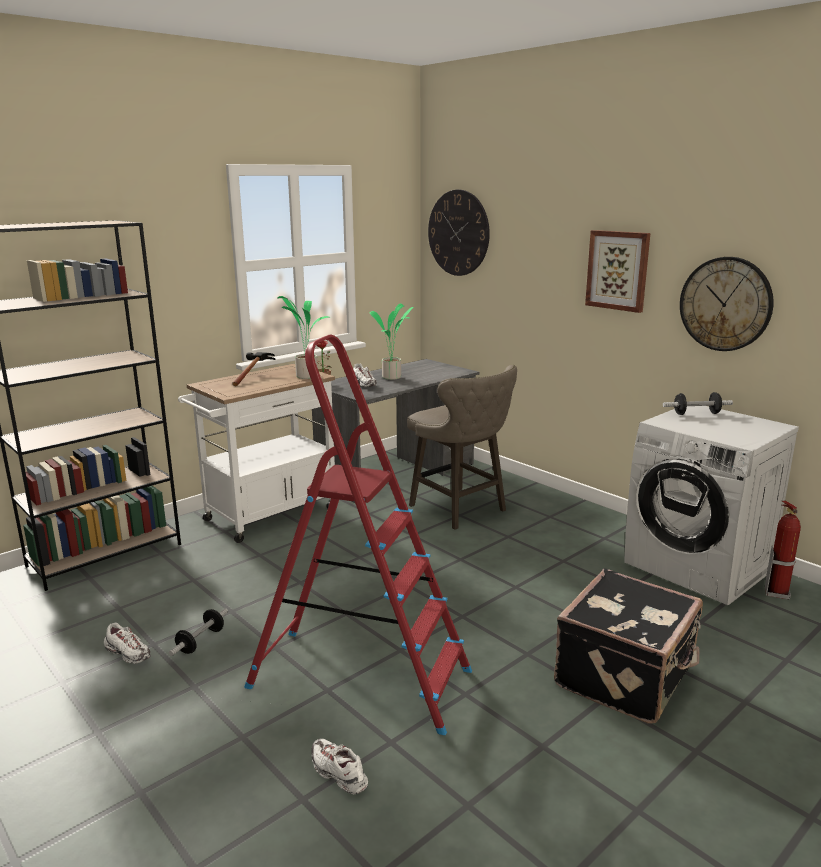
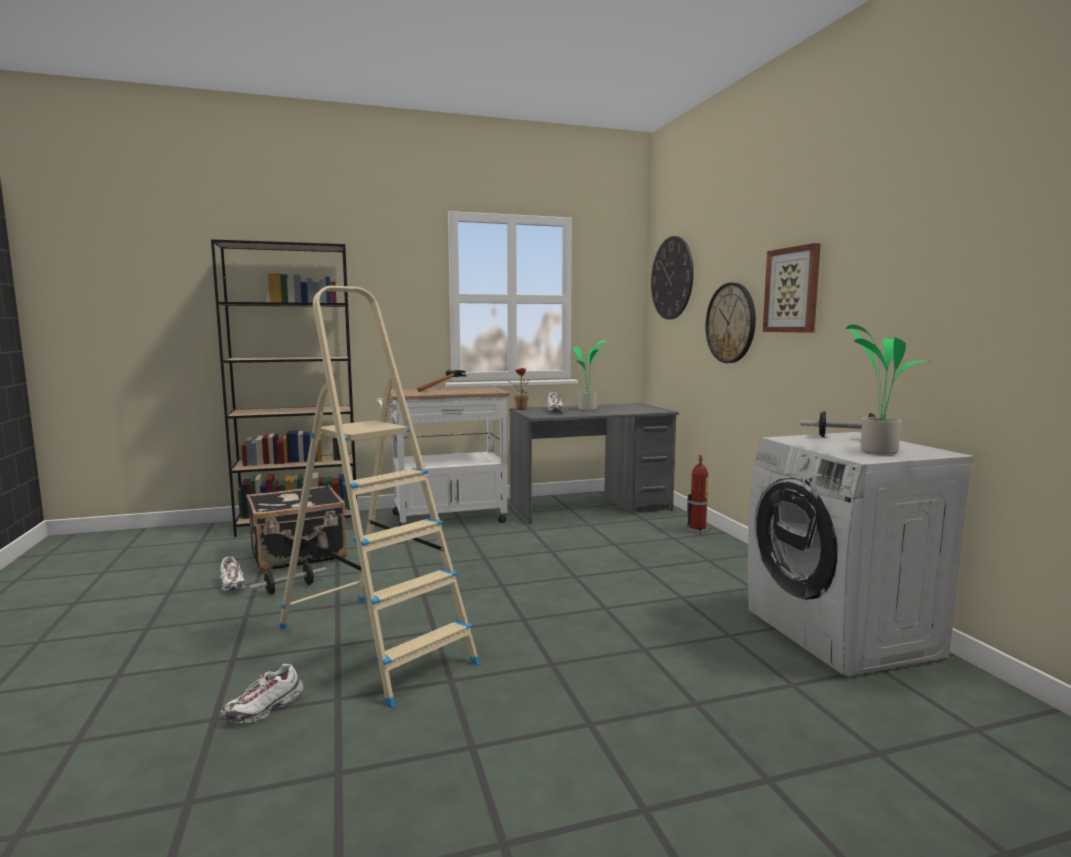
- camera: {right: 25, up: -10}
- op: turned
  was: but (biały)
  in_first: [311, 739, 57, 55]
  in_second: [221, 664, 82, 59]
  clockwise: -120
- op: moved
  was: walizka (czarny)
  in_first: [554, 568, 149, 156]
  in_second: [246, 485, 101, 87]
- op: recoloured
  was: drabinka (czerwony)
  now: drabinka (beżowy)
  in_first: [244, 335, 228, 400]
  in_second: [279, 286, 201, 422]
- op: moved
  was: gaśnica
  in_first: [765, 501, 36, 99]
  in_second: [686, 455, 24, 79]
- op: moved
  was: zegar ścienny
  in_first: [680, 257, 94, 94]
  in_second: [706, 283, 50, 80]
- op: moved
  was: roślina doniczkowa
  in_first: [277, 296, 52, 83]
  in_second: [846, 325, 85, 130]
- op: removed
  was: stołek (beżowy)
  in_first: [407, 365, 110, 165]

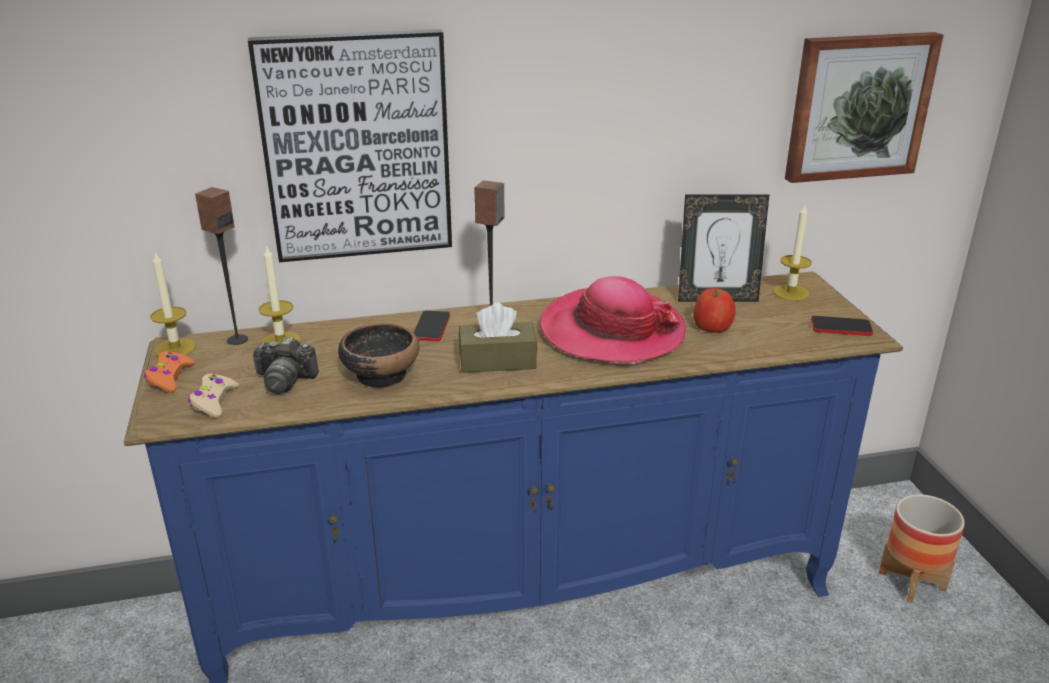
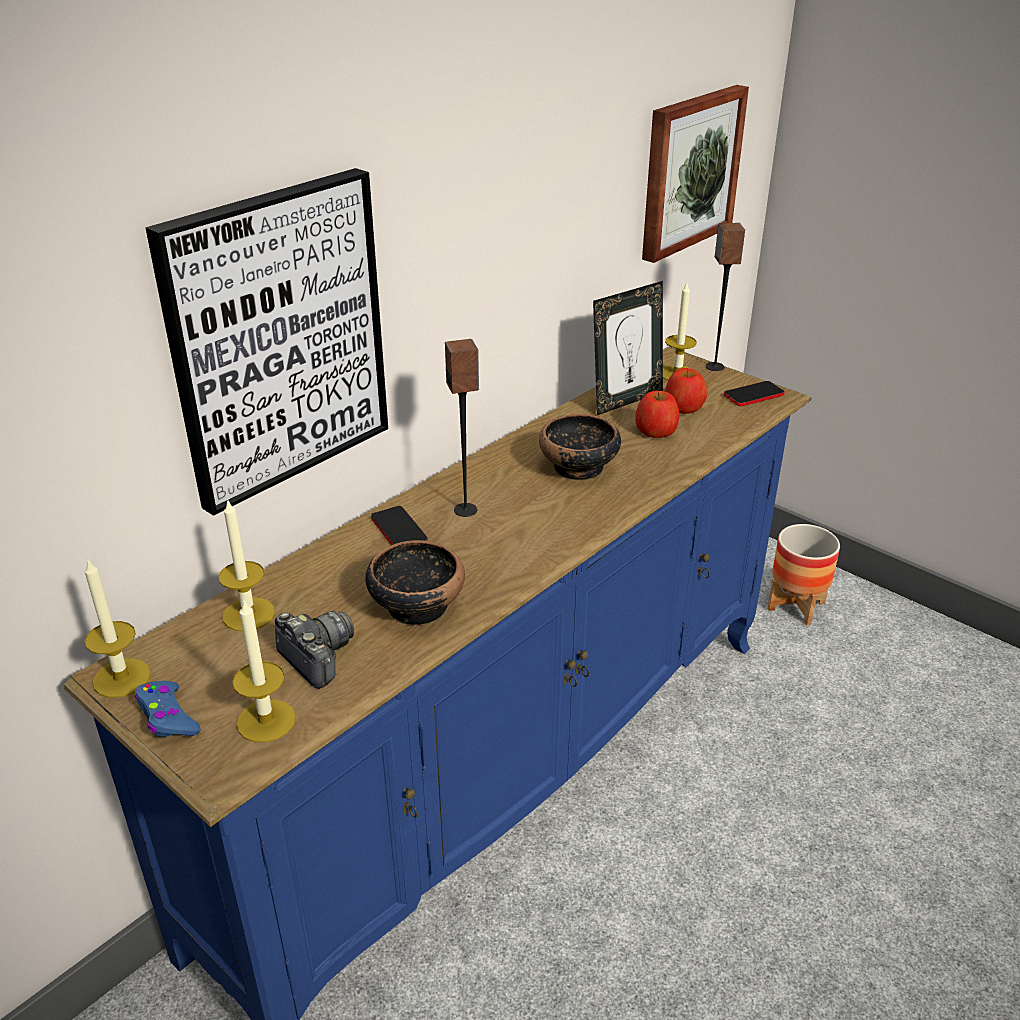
- camera: {right: -35, up: 5}
- op: recoloured
  was: pad do gier (pomarańczowy)
  now: pad do gier (niebieski)
  in_first: [144, 351, 51, 42]
  in_second: [135, 681, 65, 56]
- op: replaced
  was: pad do gier (beżowy)
  now: świeca
  in_first: [188, 373, 51, 45]
  in_second: [233, 598, 63, 144]
- op: turned
  was: aparat fotograficzny
  in_first: [252, 337, 67, 57]
  in_second: [275, 611, 79, 78]
  clockwise: -105
- op: replaced
  was: kapelusz
  now: miska
  in_first: [540, 276, 146, 88]
  in_second: [539, 414, 82, 66]
- op: added
  now: jabłko
  in_second: [665, 368, 43, 46]
- op: moved
  was: głośnik
  in_first: [195, 187, 53, 158]
  in_second: [706, 223, 39, 148]
- op: removed
  was: pudełko chusteczek (brązowy)
  in_first: [459, 303, 78, 70]

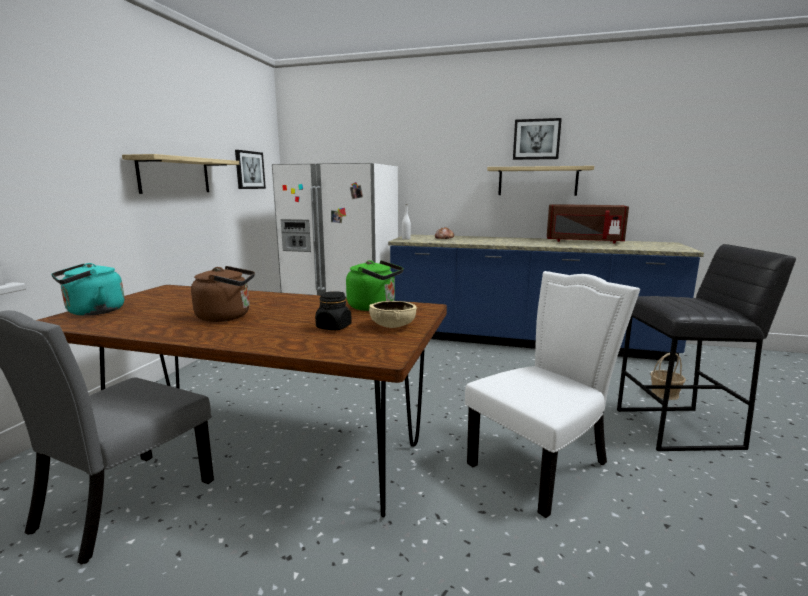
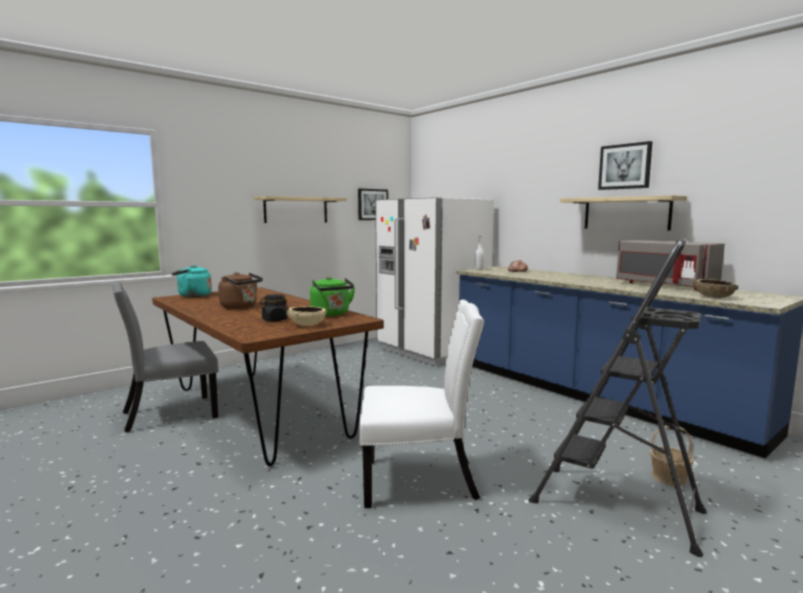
- camera: {right: 35, up: -5}
- op: replaced
  was: stołek (szary)
  now: drabinka
  in_first: [617, 244, 179, 207]
  in_second: [529, 239, 178, 318]
- op: recoloured
  was: mikrofalówka (brązowy)
  now: mikrofalówka (szary)
  in_first: [547, 204, 82, 40]
  in_second: [616, 240, 109, 50]
- op: added
  now: miska (brązowy)
  in_second: [693, 279, 46, 19]

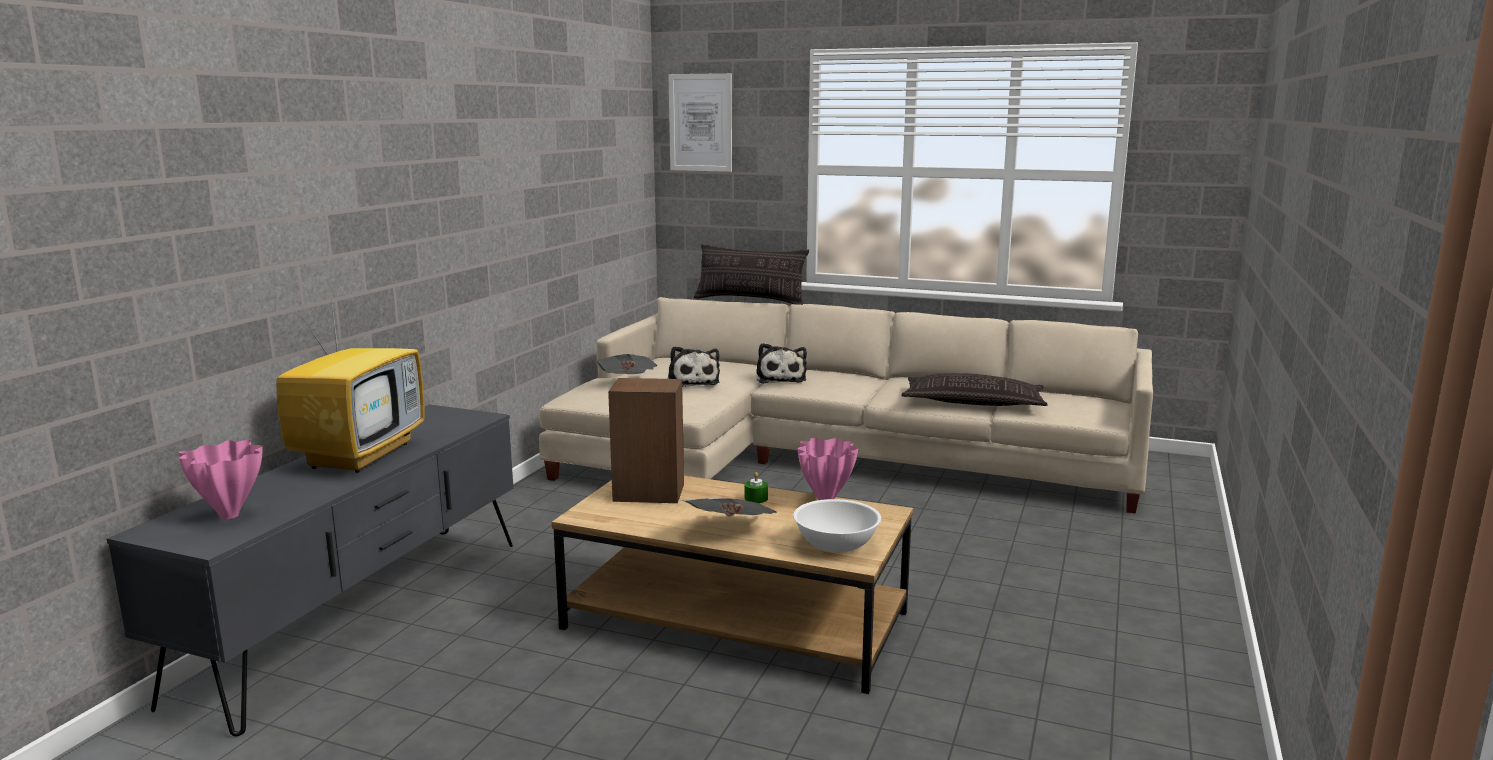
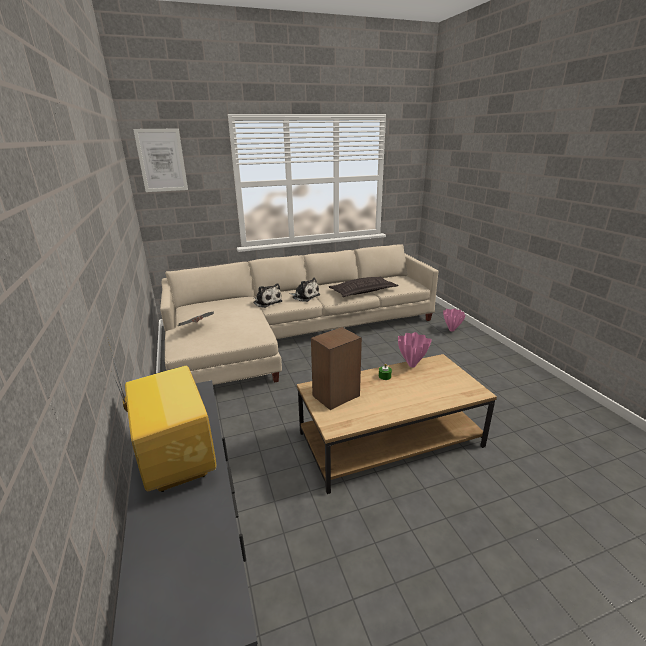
- camera: {right: -40, up: 10}
- op: moved
  was: pluszak
  in_first: [668, 346, 52, 41]
  in_second: [289, 278, 31, 24]
- op: moved
  was: wazon (różowy)
  in_first: [179, 440, 84, 79]
  in_second: [443, 309, 22, 23]
- op: removed
  was: gazeta
  in_first: [681, 498, 96, 19]
- op: removed
  was: poduszka
  in_first: [694, 244, 115, 61]
- op: removed
  was: miska (biały)
  in_first: [794, 499, 87, 53]

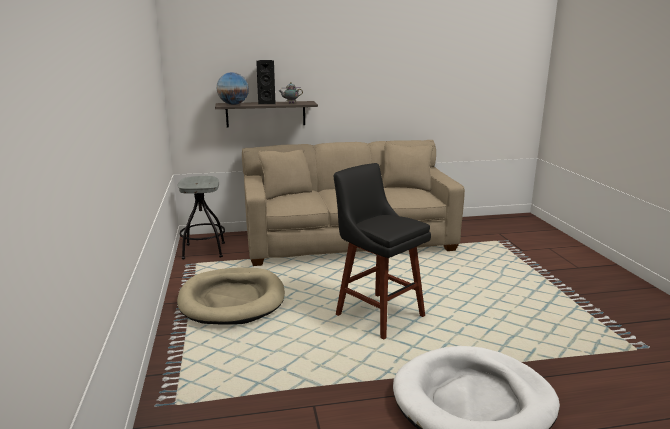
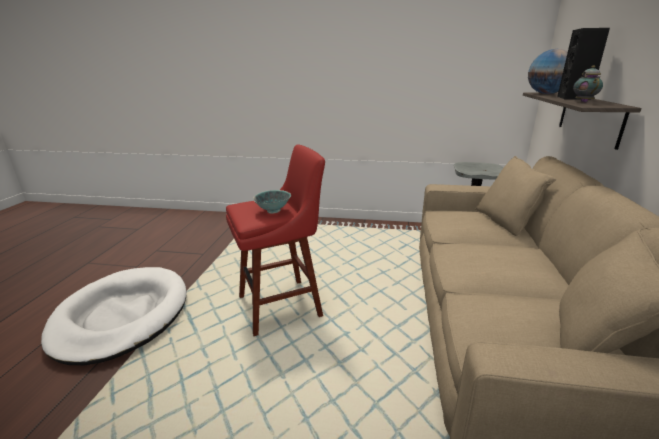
- camera: {right: 110, up: 5}
- op: recoloured
  was: stołek (czarny)
  now: stołek (czerwony)
  in_first: [334, 163, 97, 177]
  in_second: [226, 144, 99, 192]
- op: added
  now: miska
  in_second: [253, 190, 38, 24]
- op: removed
  was: legowisko (beżowy)
  in_first: [177, 267, 108, 58]

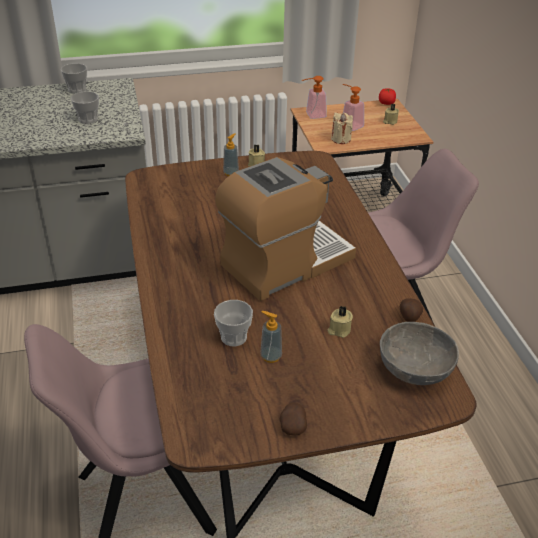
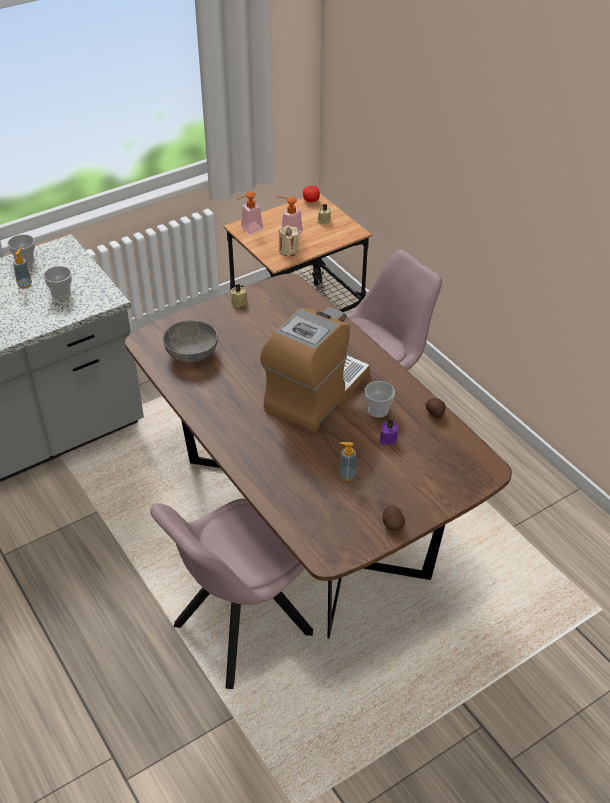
- camera: {right: -20, up: 5}
- op: moved
  was: dozownik mydła
  in_first: [223, 133, 16, 43]
  in_second: [13, 248, 19, 40]
- op: moved
  was: miska (szary)
  in_first: [380, 322, 79, 63]
  in_second: [162, 320, 56, 42]
- op: moved
  was: filiżanka
  in_first: [214, 300, 39, 46]
  in_second: [365, 381, 30, 37]
- op: recoloured
  was: świeca (beżowy)
  now: świeca (fioletowy)
  in_first: [327, 306, 26, 32]
  in_second: [379, 420, 20, 25]

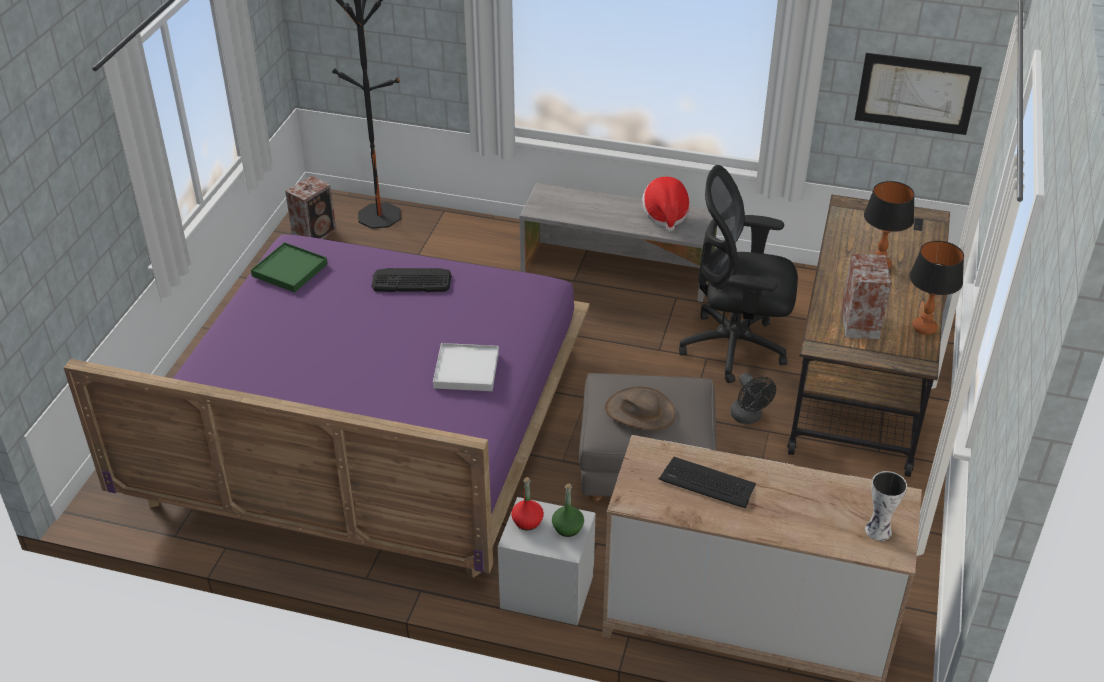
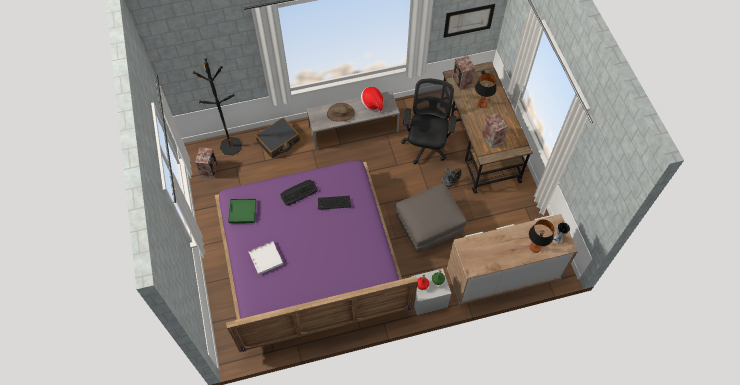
- camera: {right: -30, up: 20}
- op: moved
  was: taca (biały)
  in_first: [433, 343, 66, 48]
  in_second: [248, 241, 35, 34]
- op: added
  now: walizka (czarny)
  in_second: [255, 118, 45, 40]
- op: moved
  was: klawiatura
  in_first: [659, 457, 97, 51]
  in_second: [318, 196, 33, 14]
- op: moved
  was: kapelusz (brązowy)
  in_first: [605, 387, 70, 43]
  in_second: [327, 103, 28, 19]
- op: turned
  was: krzesło biurowe (czarny)
  in_first: [679, 165, 119, 218]
  in_second: [401, 79, 55, 85]
  clockwise: 120
- op: added
  now: głośnik
  in_second: [452, 55, 23, 35]
- op: moved
  was: lampa stołowa
  in_first: [909, 241, 55, 94]
  in_second: [529, 220, 25, 33]

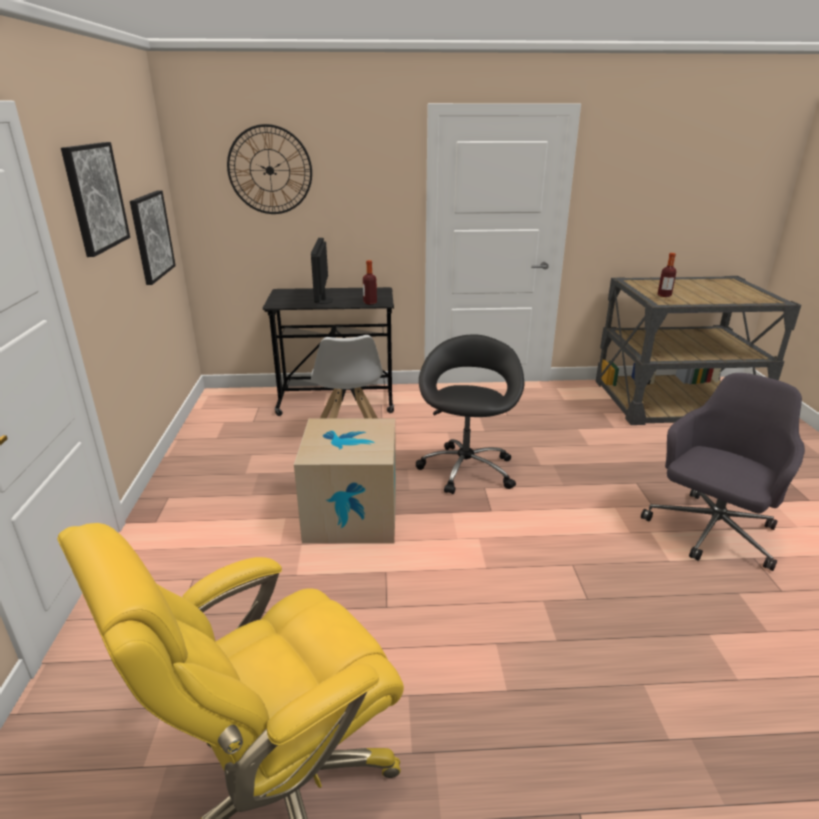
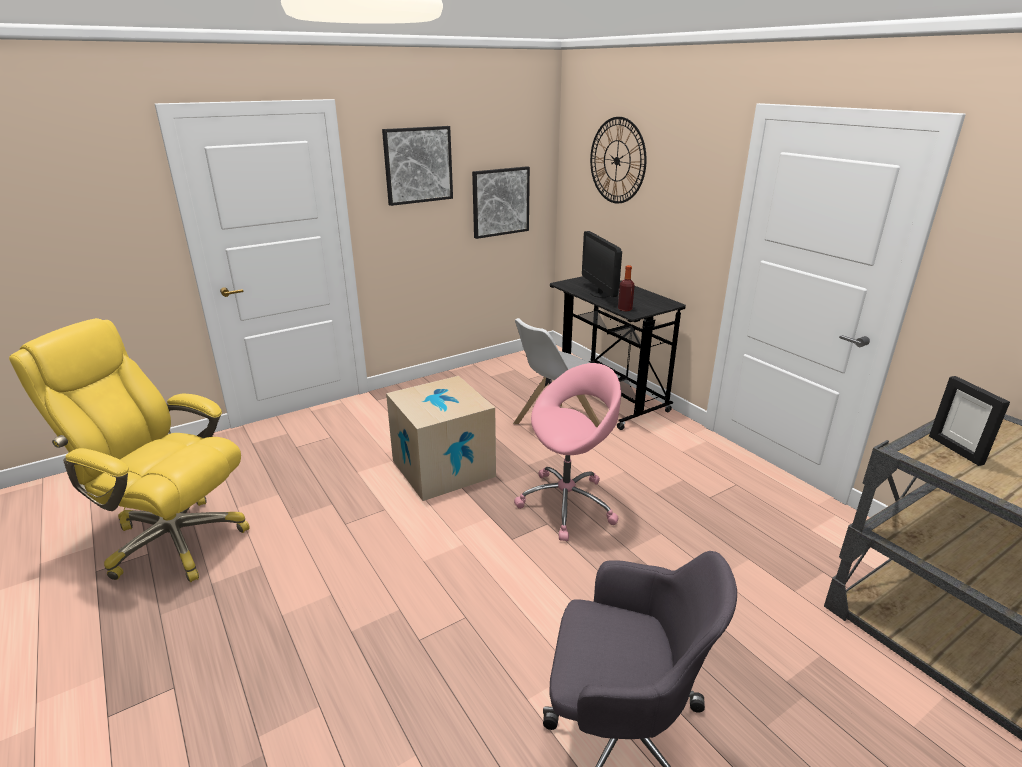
- camera: {right: 60, up: 0}
- op: recoloured
  was: krzesło biurowe (czarny)
  now: krzesło biurowe (różowy)
  in_first: [416, 335, 108, 159]
  in_second: [514, 363, 107, 178]
- op: turned
  was: monitor
  in_first: [311, 238, 22, 66]
  in_second: [582, 231, 40, 67]
  clockwise: -75
- op: replaced
  was: butelka
  now: ramka na zdjęcie
  in_first: [658, 253, 18, 44]
  in_second: [929, 376, 81, 90]

